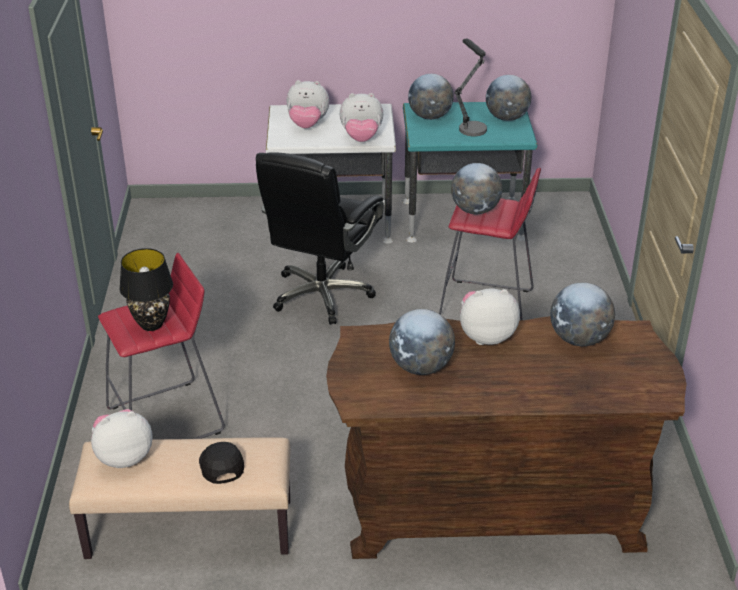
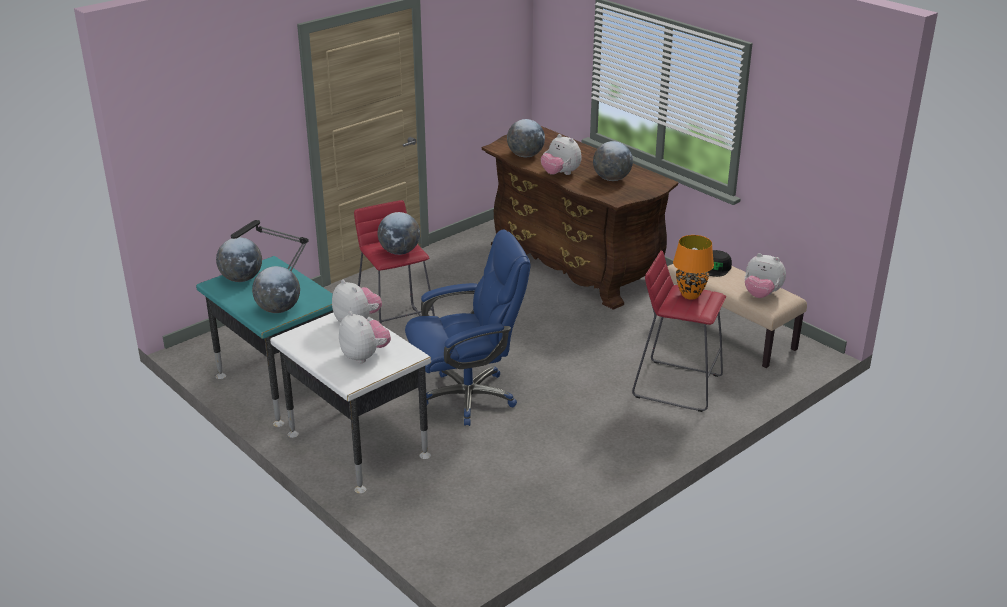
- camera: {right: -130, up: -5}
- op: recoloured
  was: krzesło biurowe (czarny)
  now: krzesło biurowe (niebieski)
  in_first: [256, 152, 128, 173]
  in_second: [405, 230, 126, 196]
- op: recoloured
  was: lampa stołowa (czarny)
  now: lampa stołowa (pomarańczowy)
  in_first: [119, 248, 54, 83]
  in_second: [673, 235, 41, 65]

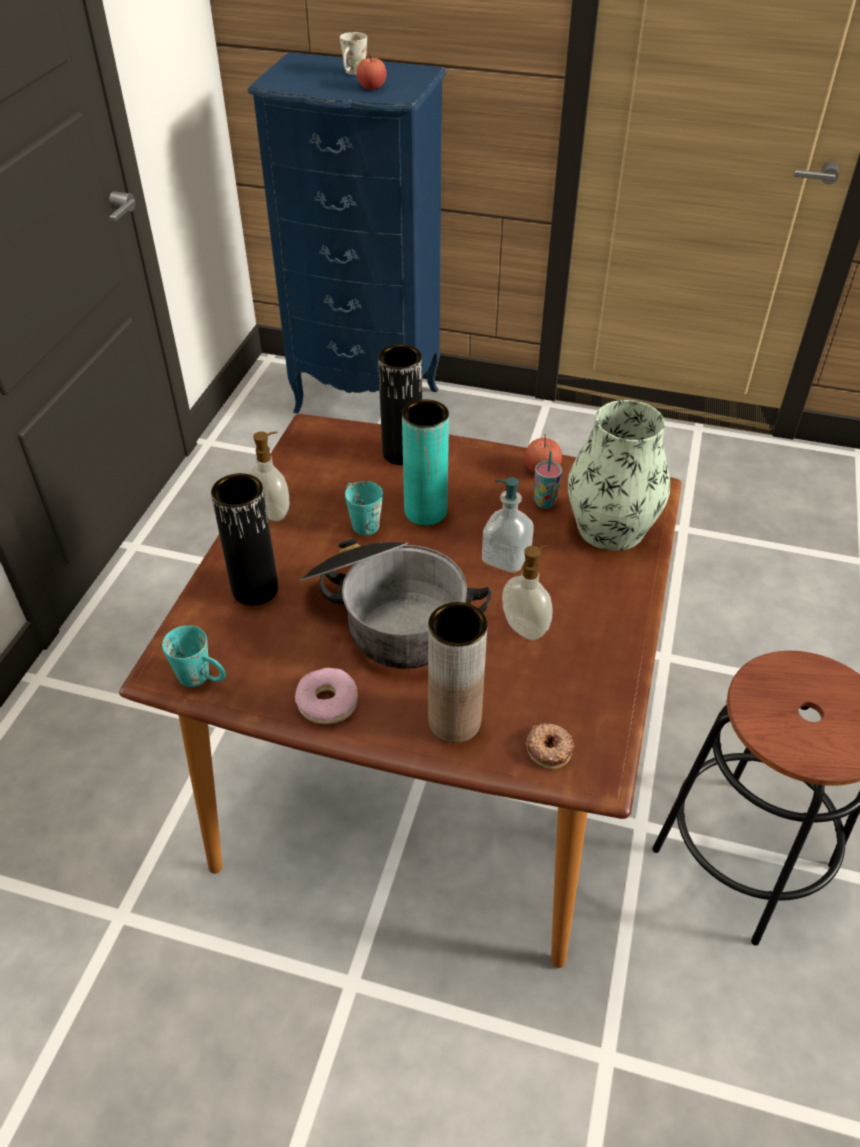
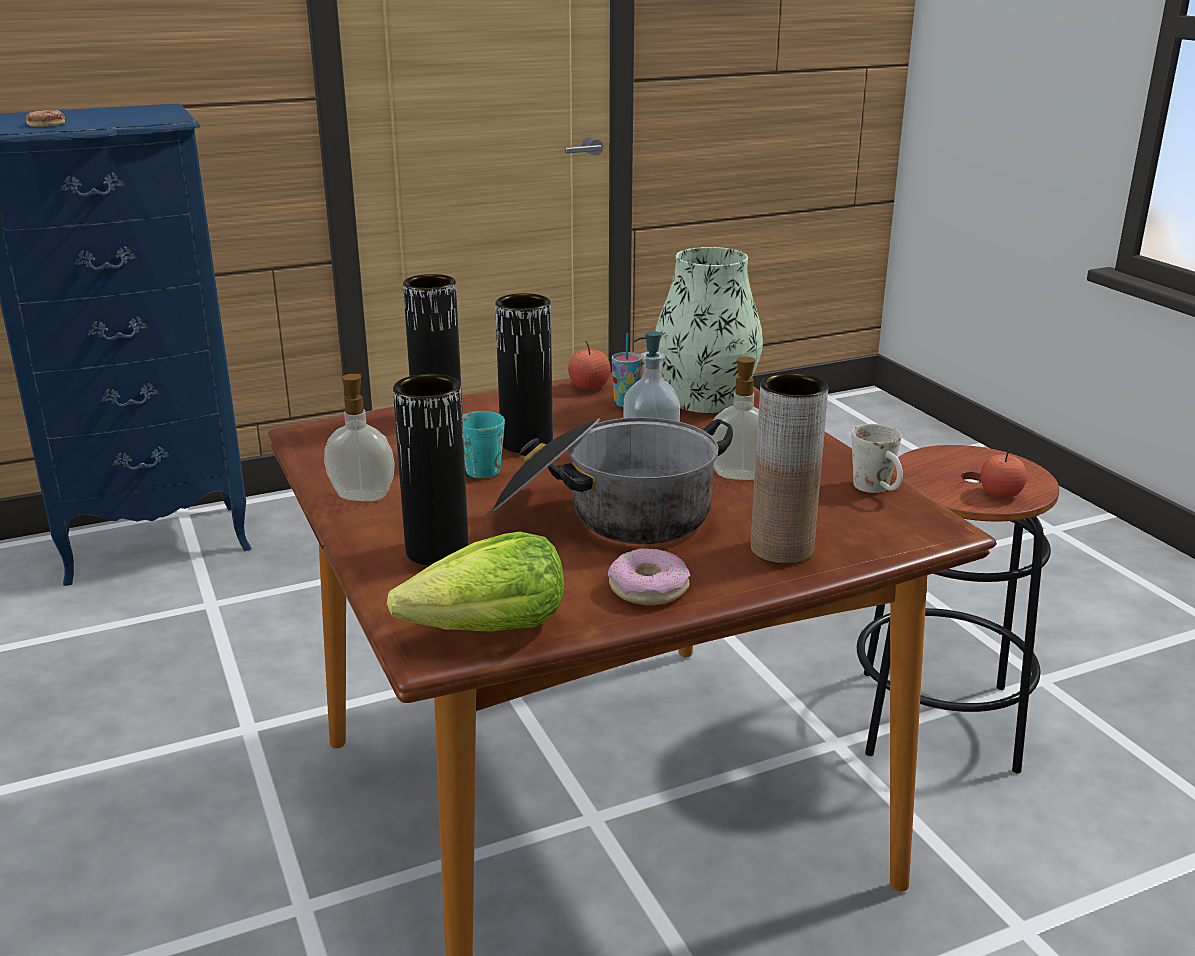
- camera: {right: -40, up: -20}
- op: moved
  was: donut
  in_first: [526, 723, 48, 47]
  in_second: [26, 110, 39, 17]
- op: replaced
  was: kubek (turkusowy)
  now: sałata
  in_first: [162, 625, 64, 62]
  in_second: [387, 531, 177, 101]
- op: recoloured
  was: wazon (turkusowy)
  now: wazon (czarny)
  in_first: [402, 399, 47, 127]
  in_second: [495, 293, 58, 160]
- op: moved
  was: kubek (biały)
  in_first: [340, 32, 27, 43]
  in_second: [852, 424, 51, 69]
- op: moved
  was: jabłko
  in_first: [356, 52, 31, 38]
  in_second: [980, 450, 47, 48]

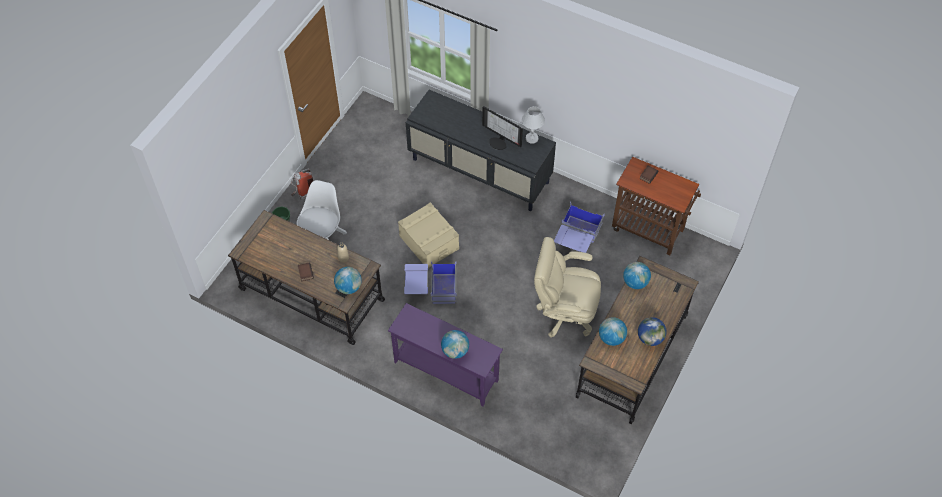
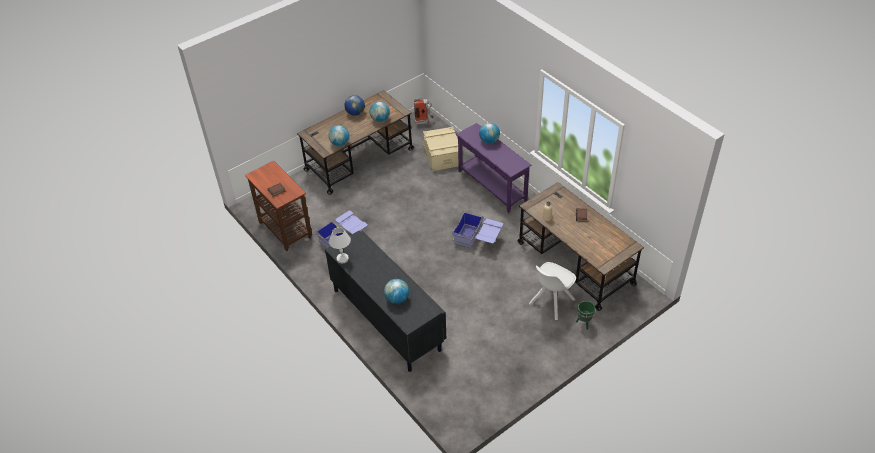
- camera: {right: -155, up: -10}
- op: moved
  was: globus
  in_first: [334, 267, 28, 27]
  in_second: [384, 279, 25, 25]
- op: moved
  was: gaśnica
  in_first: [291, 168, 22, 32]
  in_second: [414, 98, 20, 26]
- op: moved
  was: pojemnik do przechowywania (beżowy)
  in_first: [398, 203, 61, 65]
  in_second: [423, 127, 35, 44]
- op: removed
  was: monitor
  in_first: [482, 106, 41, 44]
- op: removed
  was: krzesło biurowe (beżowy)
  in_first: [534, 237, 67, 101]

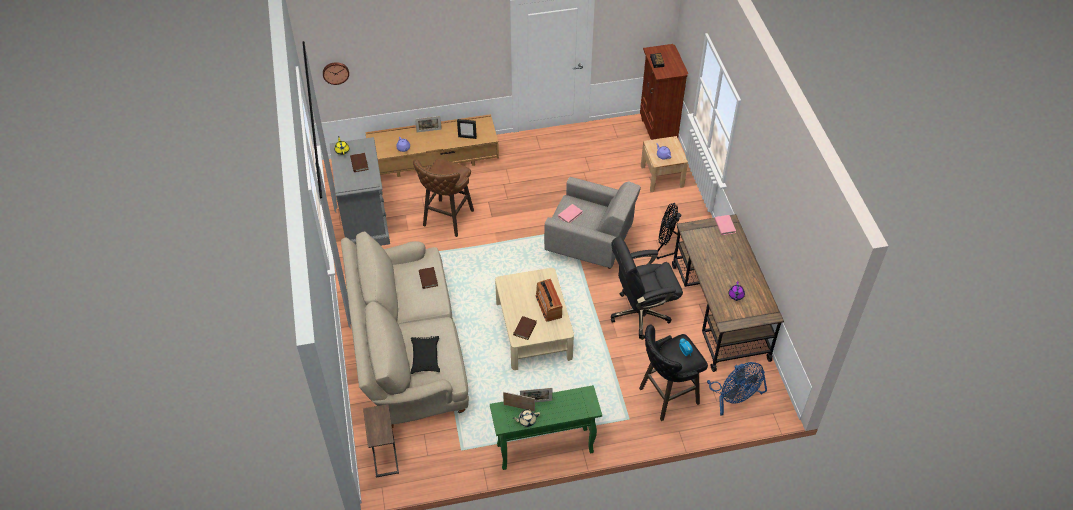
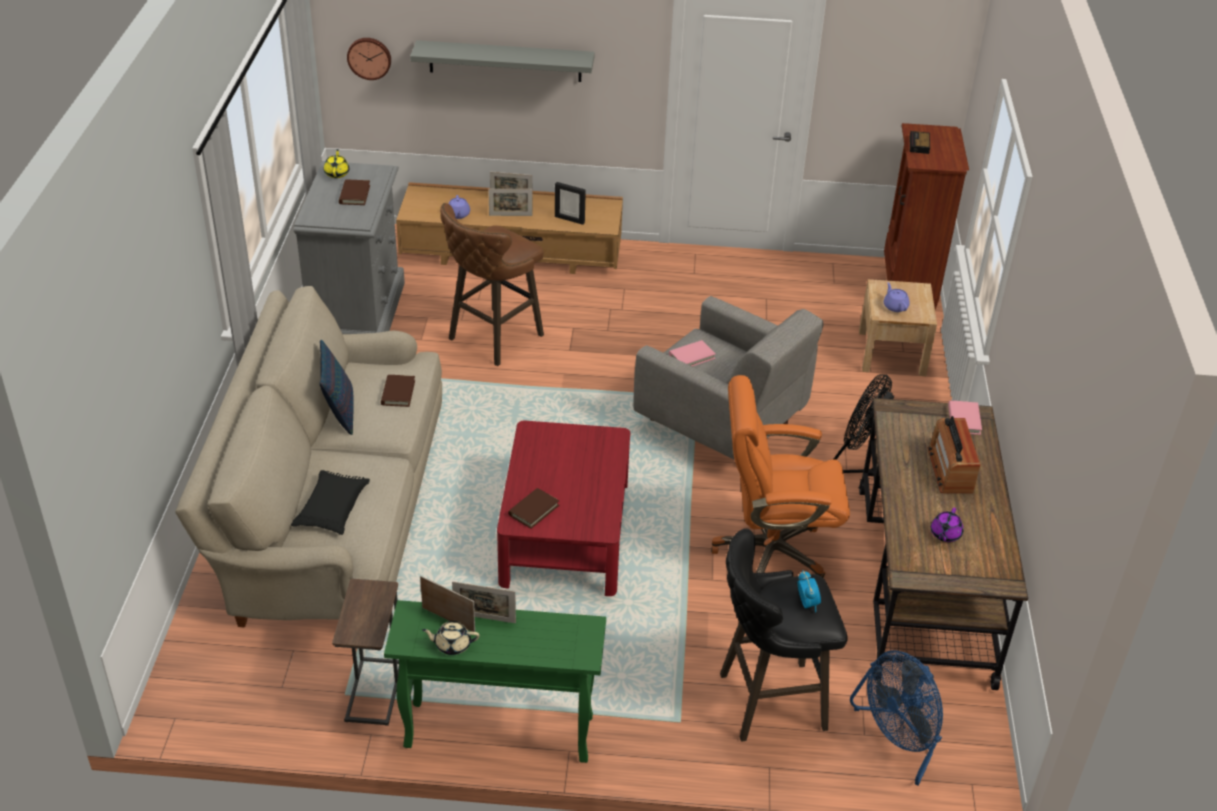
- camera: {right: 15, up: -10}
- op: added
  now: poduszka (niebieski)
  in_second: [320, 340, 34, 95]
- op: moved
  was: stolik (brązowy)
  in_first: [363, 404, 36, 74]
  in_second: [332, 579, 67, 147]
- op: added
  now: półka (szary)
  in_second: [410, 40, 185, 42]
- op: added
  now: ramka na zdjęcie
  in_second: [488, 189, 45, 27]
- op: recoloured
  was: ława (beżowy)
  now: ława (czerwony)
  in_first: [495, 268, 79, 102]
  in_second: [497, 421, 133, 175]
- op: recoloured
  was: krzesło biurowe (czarny)
  now: krzesło biurowe (pomarańczowy)
  in_first: [611, 237, 72, 103]
  in_second: [711, 375, 139, 203]
- op: turned
  was: wentylator (niebieski)
  in_first: [707, 362, 60, 54]
  in_second: [850, 650, 93, 135]
  clockwise: 75
- op: moved
  was: radio
  in_first: [535, 279, 27, 43]
  in_second: [928, 416, 52, 78]

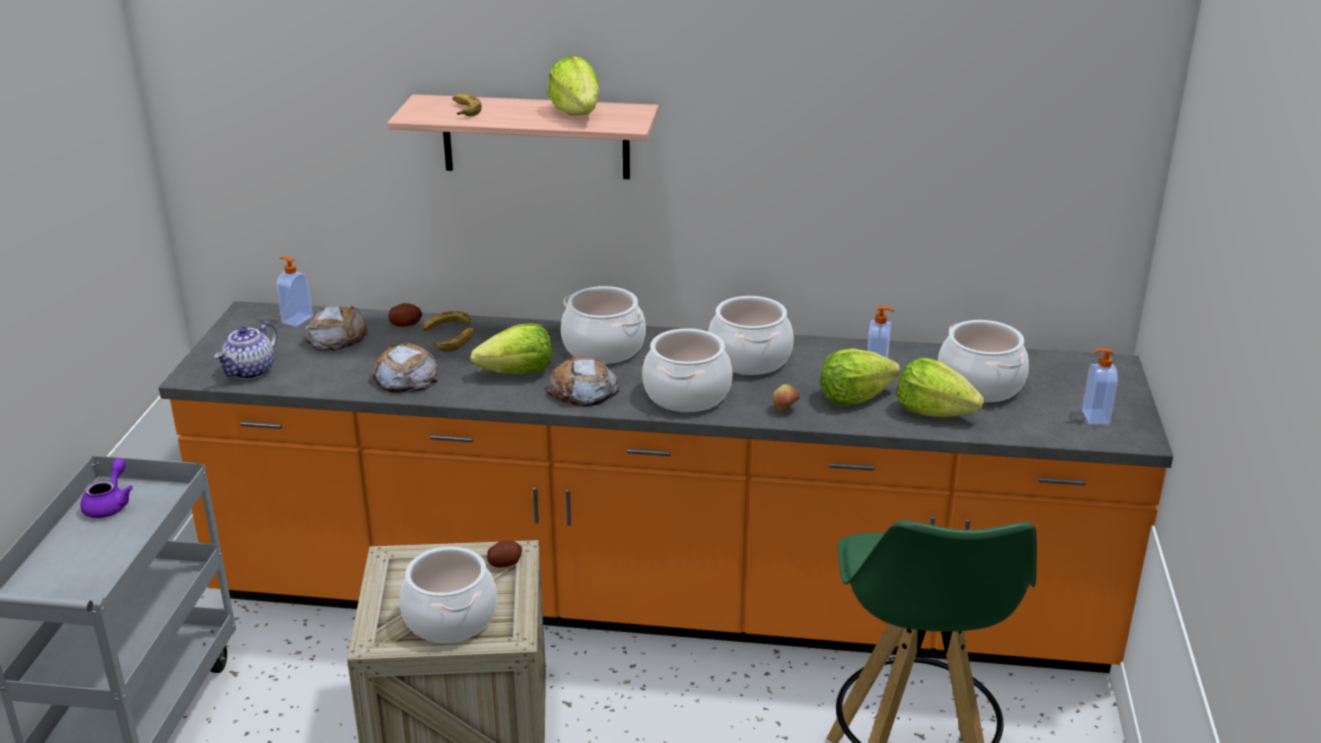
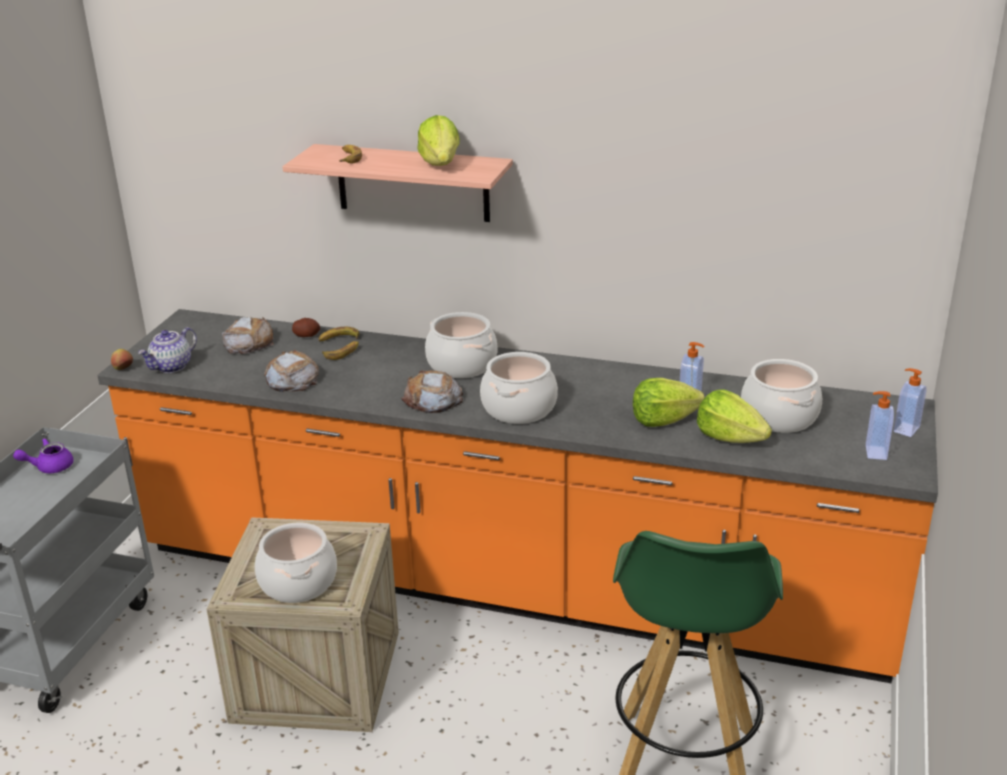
- camera: {right: 10, up: 0}
- op: turned
  was: imbryk (fioletowy)
  in_first: [80, 459, 53, 59]
  in_second: [13, 438, 60, 35]
  clockwise: -135
- op: moved
  was: jabłko
  in_first: [773, 384, 27, 27]
  in_second: [111, 349, 22, 21]
- op: moved
  was: dozownik mydła
  in_first: [276, 256, 37, 71]
  in_second: [893, 368, 34, 69]
- op: removed
  was: sałata
  in_first: [470, 323, 82, 51]
- op: removed
  was: ziemniak
  in_first: [487, 540, 35, 28]
- op: removed
  was: garnek
  in_first: [708, 296, 86, 79]

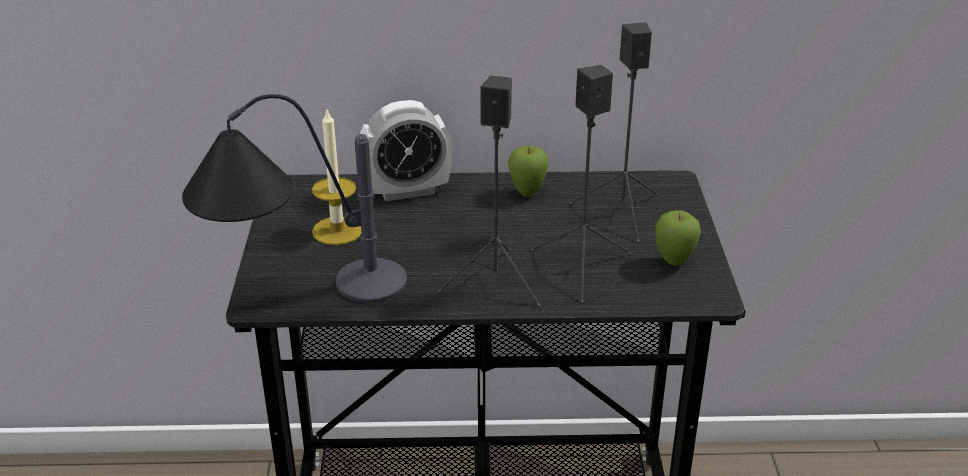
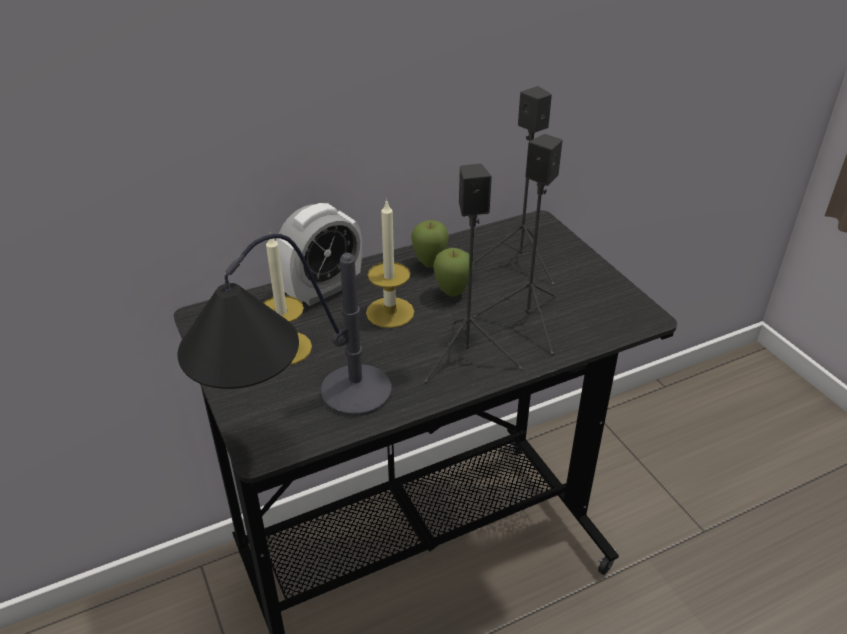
- camera: {right: -25, up: 5}
- op: added
  now: świeca
  in_second: [366, 199, 48, 129]
- op: moved
  was: jabłko
  in_first: [655, 210, 46, 56]
  in_second: [433, 248, 40, 49]

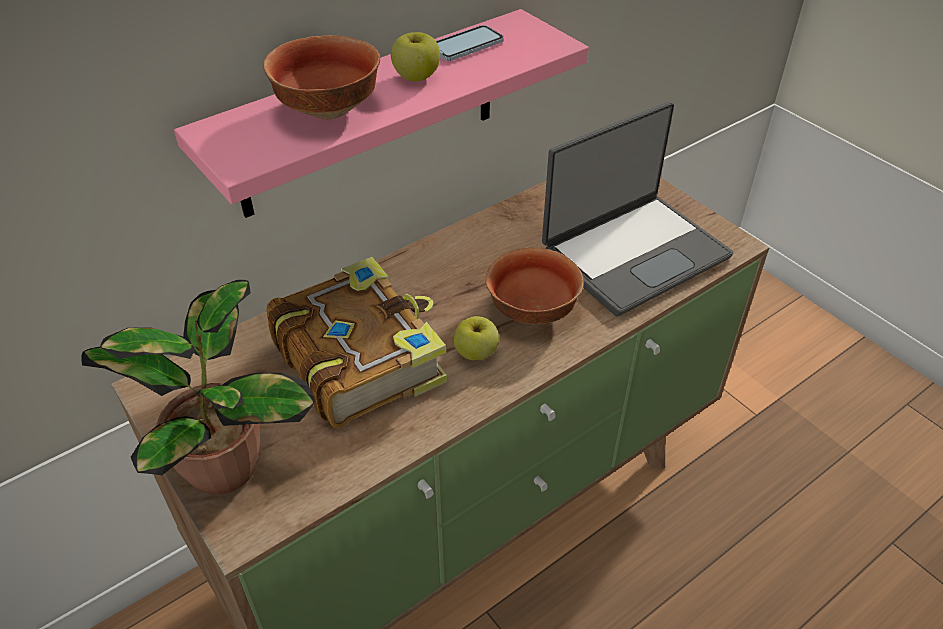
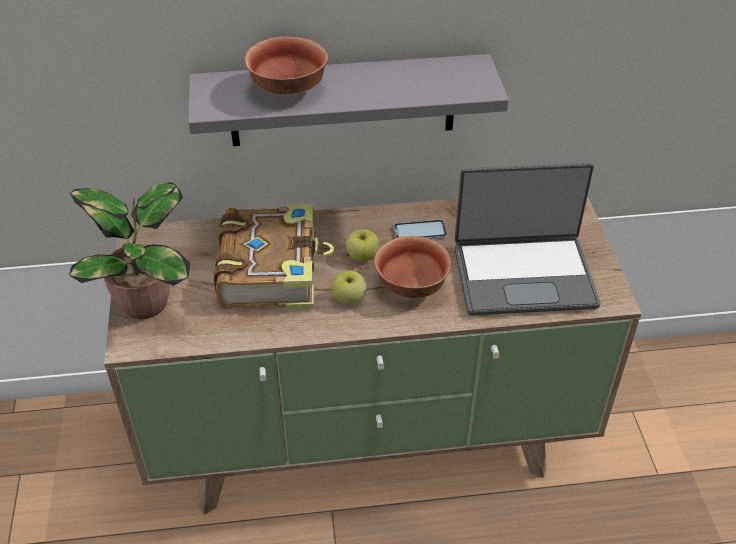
- camera: {right: 30, up: 0}
- op: recoloured
  was: półka (różowy)
  now: półka (szary)
  in_first: [174, 9, 415, 209]
  in_second: [188, 54, 321, 92]
- op: moved
  was: jabłko
  in_first: [391, 32, 49, 49]
  in_second: [346, 229, 33, 33]
- op: moved
  was: telefon
  in_first: [436, 25, 68, 36]
  in_second: [394, 220, 53, 19]

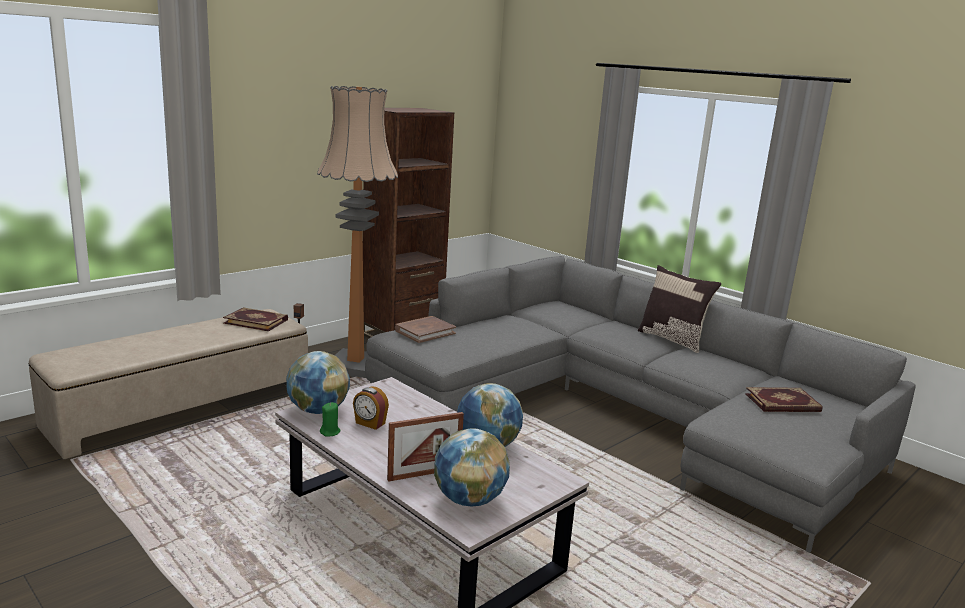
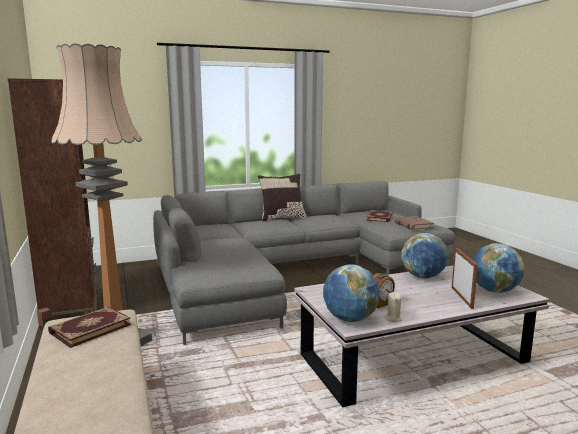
- camera: {right: -65, up: -5}
- op: recoloured
  was: świeca (zielony)
  now: świeca (beżowy)
  in_first: [320, 402, 20, 35]
  in_second: [385, 292, 17, 30]
- op: moved
  was: książka (brązowy)
  in_first: [395, 316, 61, 27]
  in_second: [394, 216, 40, 14]

